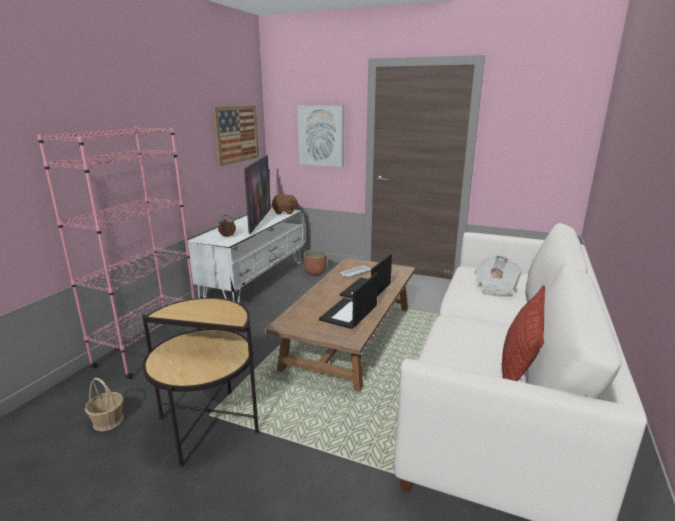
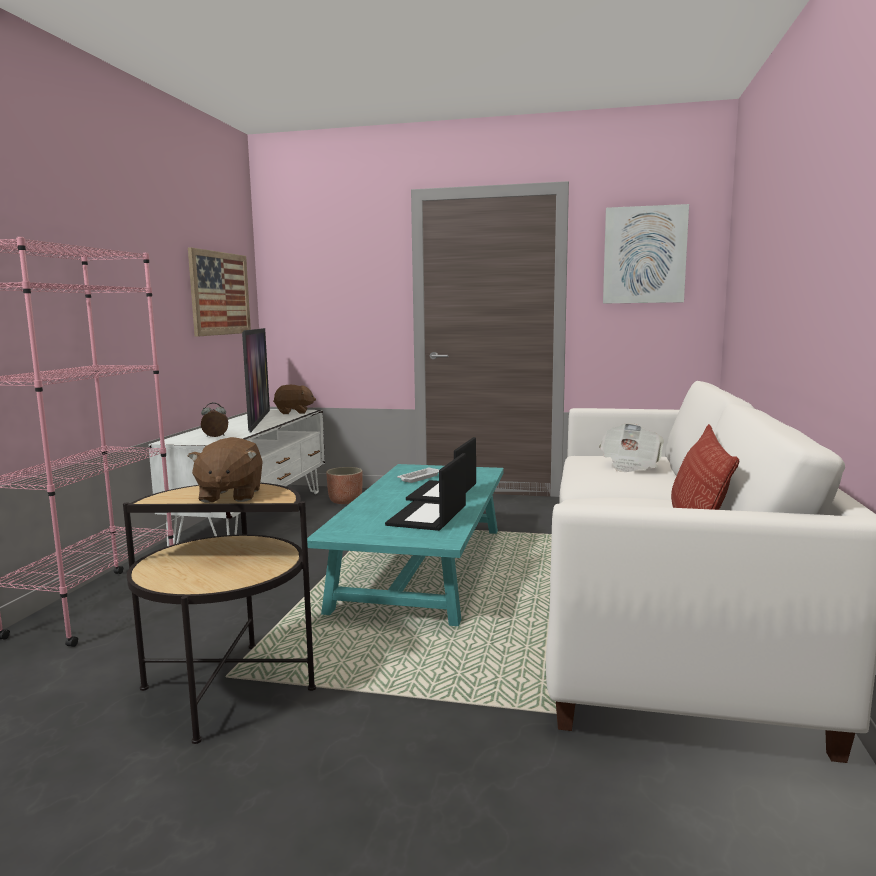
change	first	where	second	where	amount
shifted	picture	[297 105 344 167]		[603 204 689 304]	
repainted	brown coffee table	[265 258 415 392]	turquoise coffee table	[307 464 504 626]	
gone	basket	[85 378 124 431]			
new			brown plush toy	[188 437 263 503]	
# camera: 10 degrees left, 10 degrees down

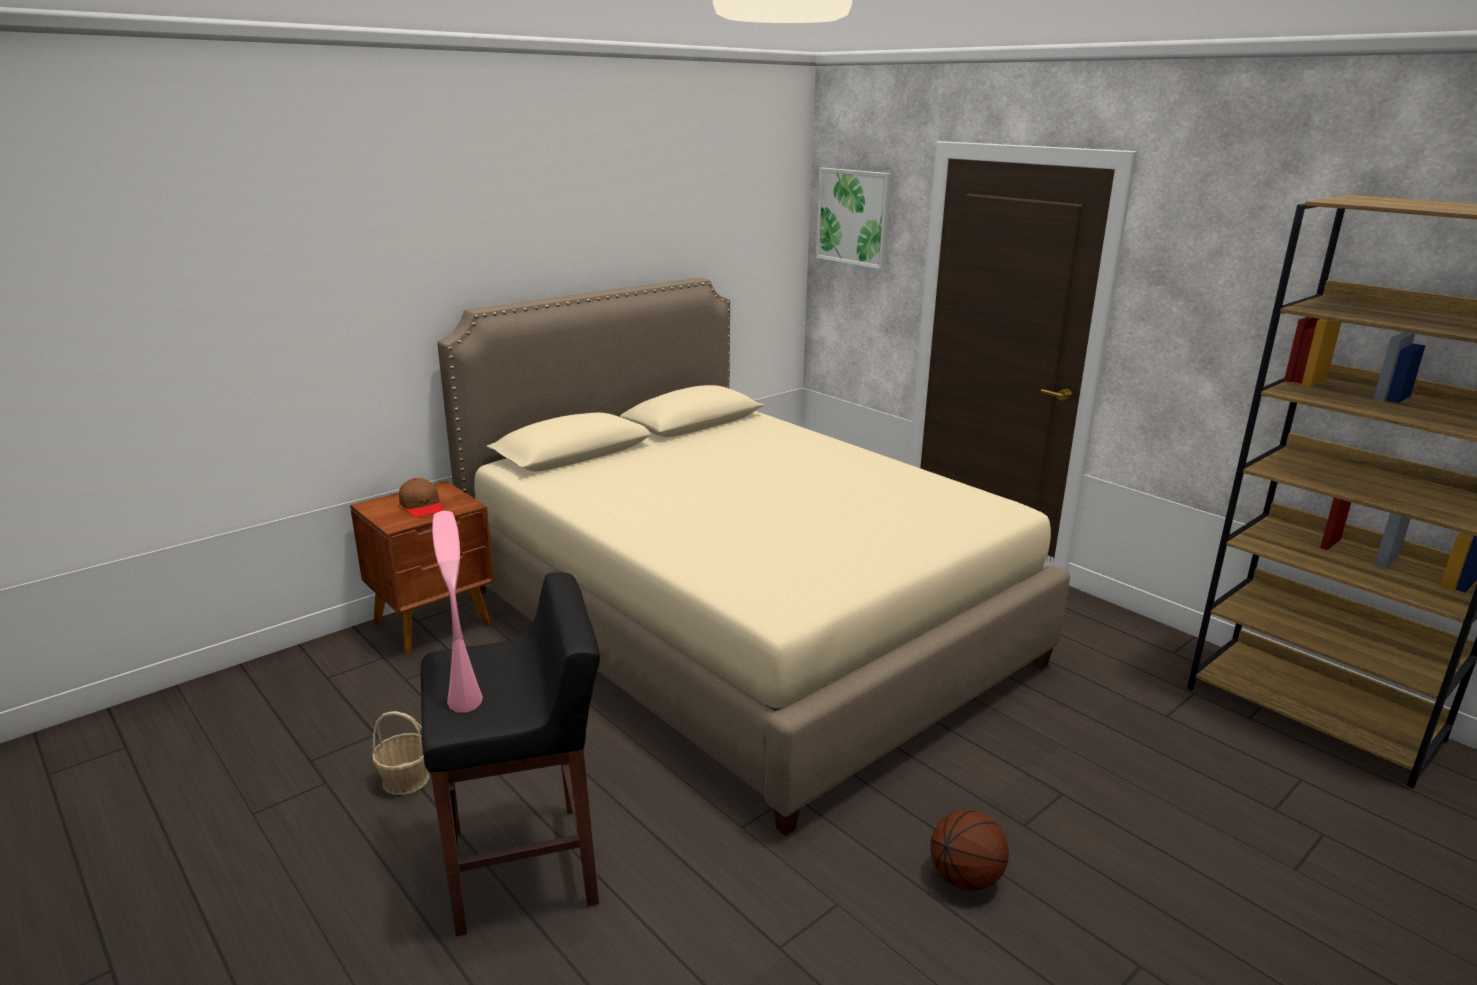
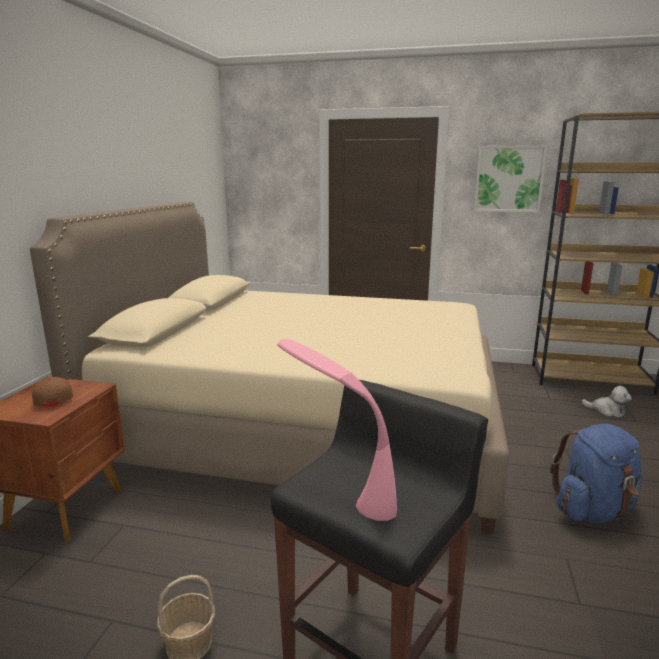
change	first	where	second	where	amount
shifted	picture	[816 168 892 269]		[474 145 548 212]	
rotated	brown cap	[399 478 443 518]		[32 377 73 407]	135 degrees counterclockwise
swapped	basketball	[930 809 1009 891]	blue backpack	[550 424 643 523]	
new			plush toy	[582 386 632 417]	
# camera: 35 degrees left, 5 degrees down

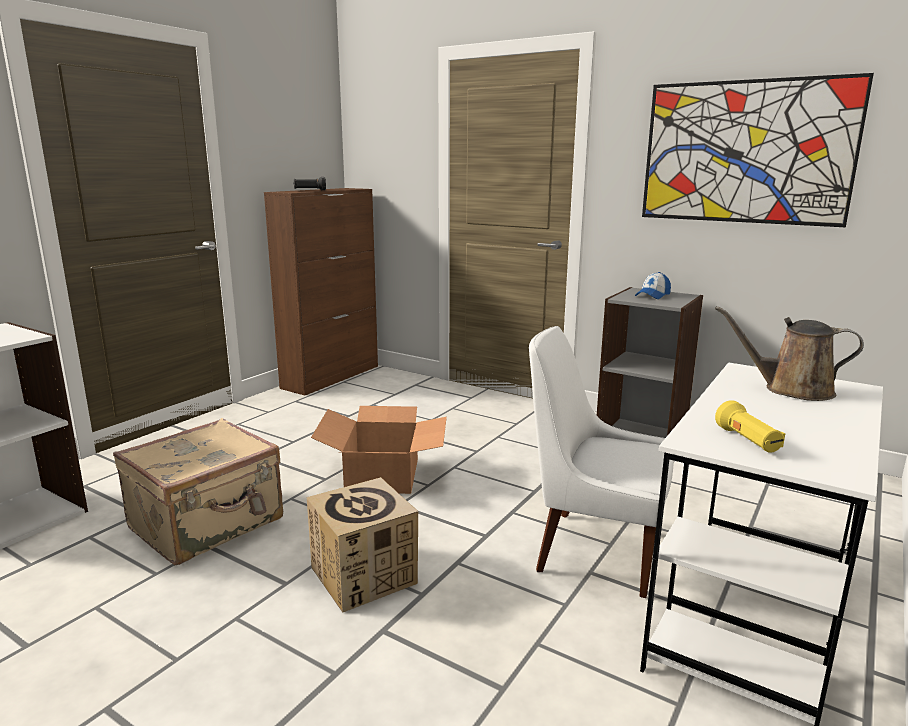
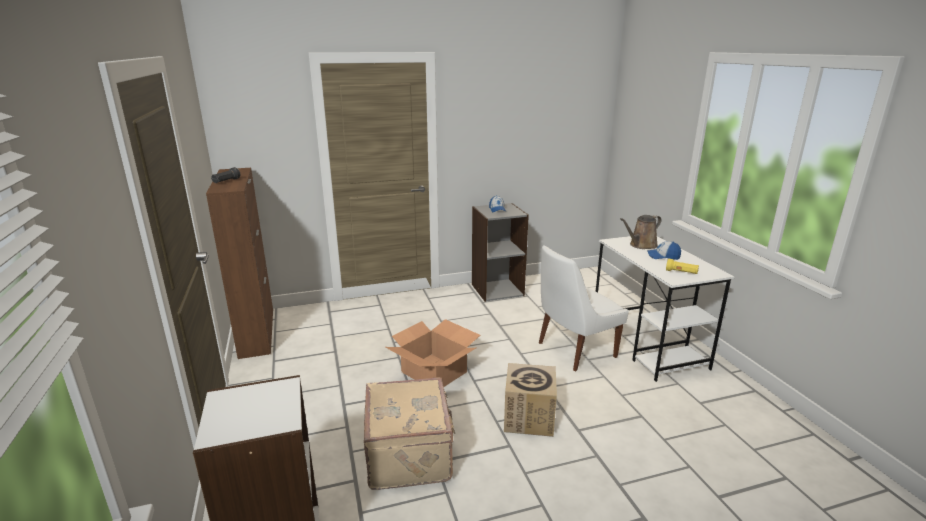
change	first	where	second	where	amount
gone	picture	[642 73 874 227]			
new			cap	[647 241 681 260]	
# camera: 50 degrees left, 5 degrees up

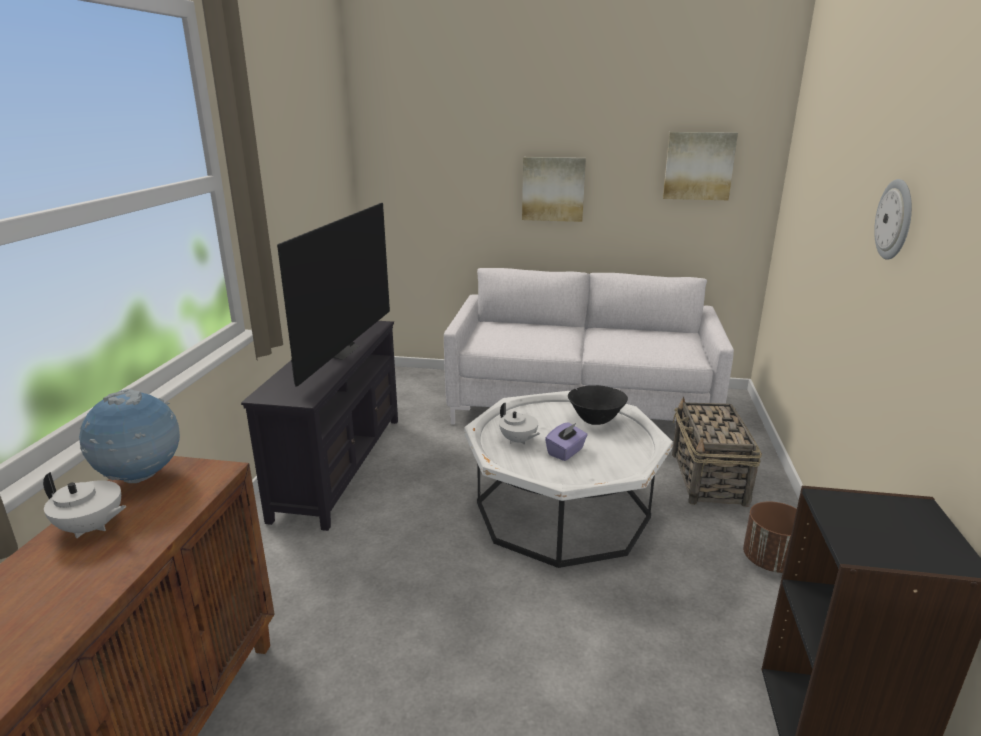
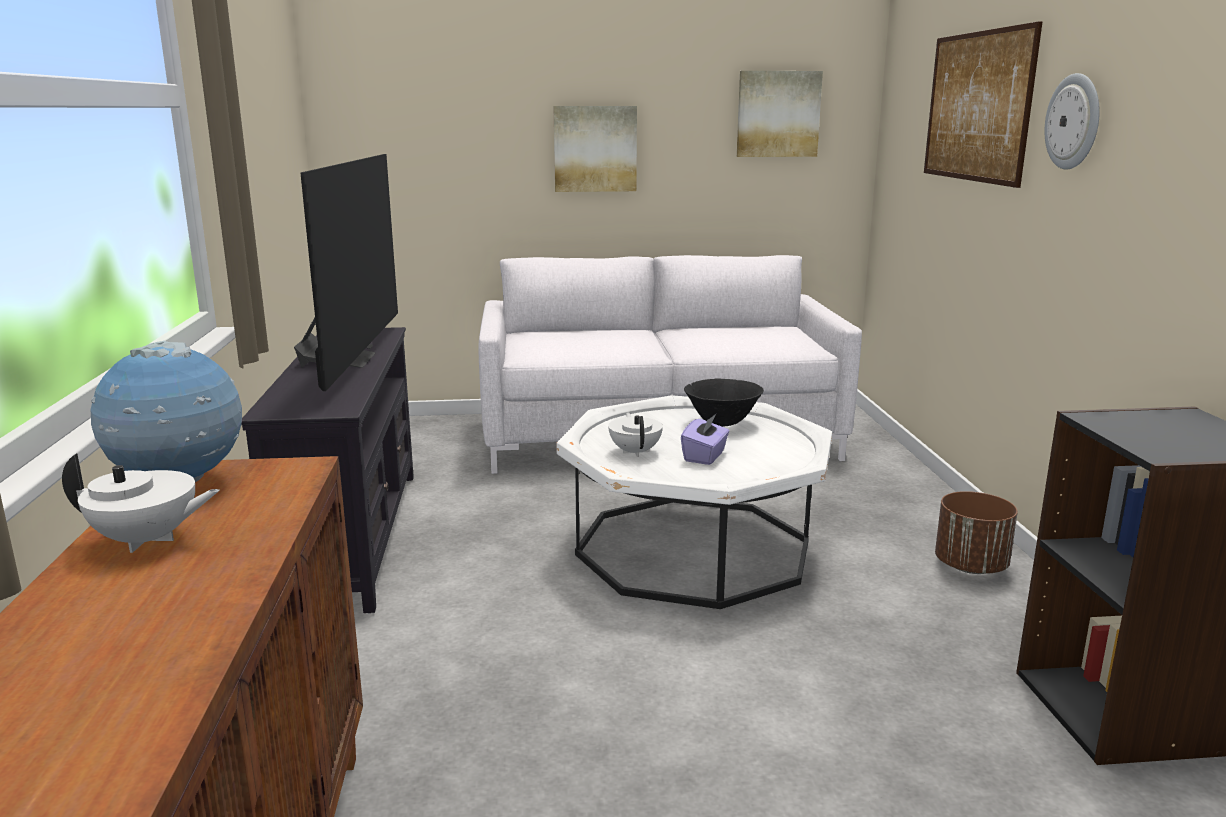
change	first	where	second	where	amount
gone	basket	[672 397 762 507]			
rotated	white teapot	[499 403 540 445]		[608 412 663 457]	135 degrees counterclockwise
new			picture	[924 21 1042 188]	
# camera: 15 degrees left, 5 degrees down

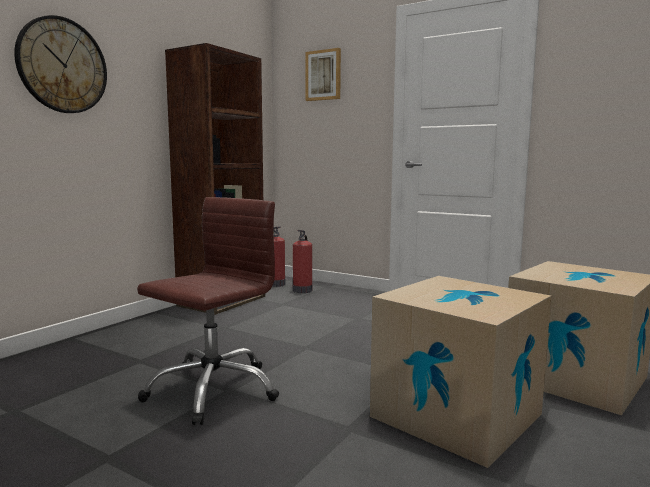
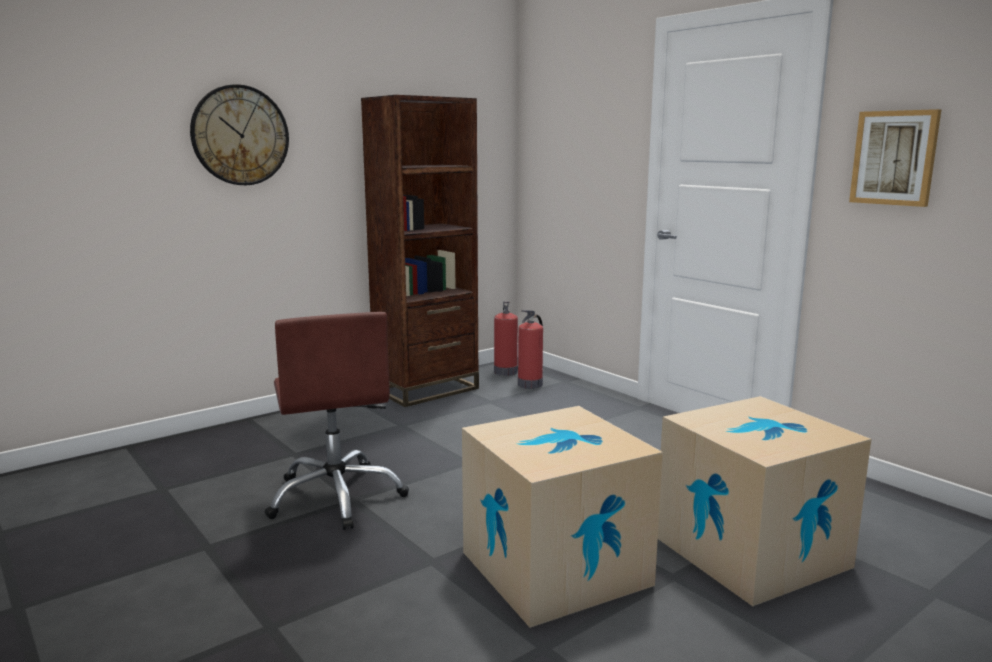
change	first	where	second	where	amount
shifted	picture	[305 48 341 101]		[849 109 941 207]	
rotated	brown office chair	[137 197 279 425]		[265 312 409 530]	105 degrees clockwise
# camera: 20 degrees right, 5 degrees up

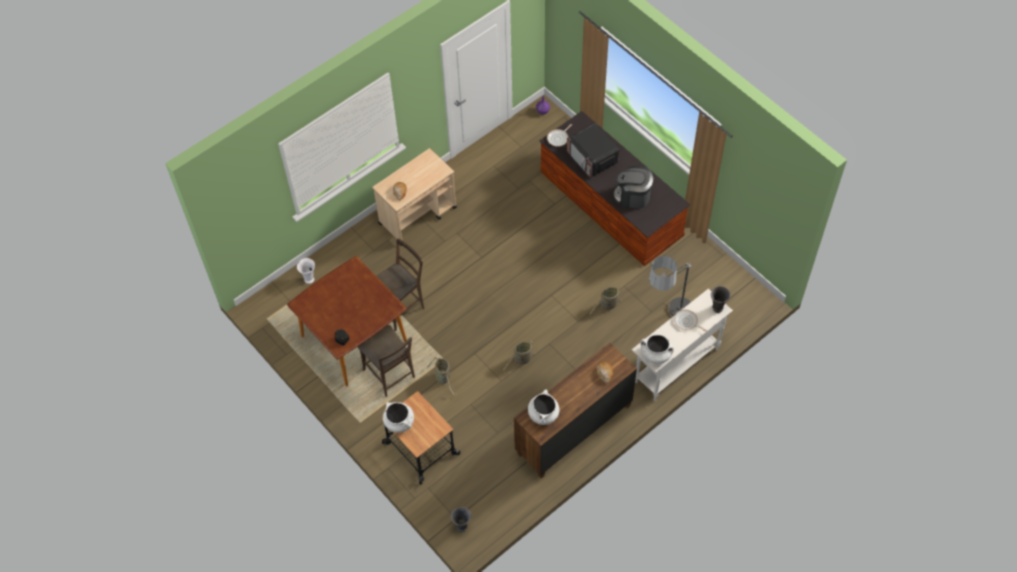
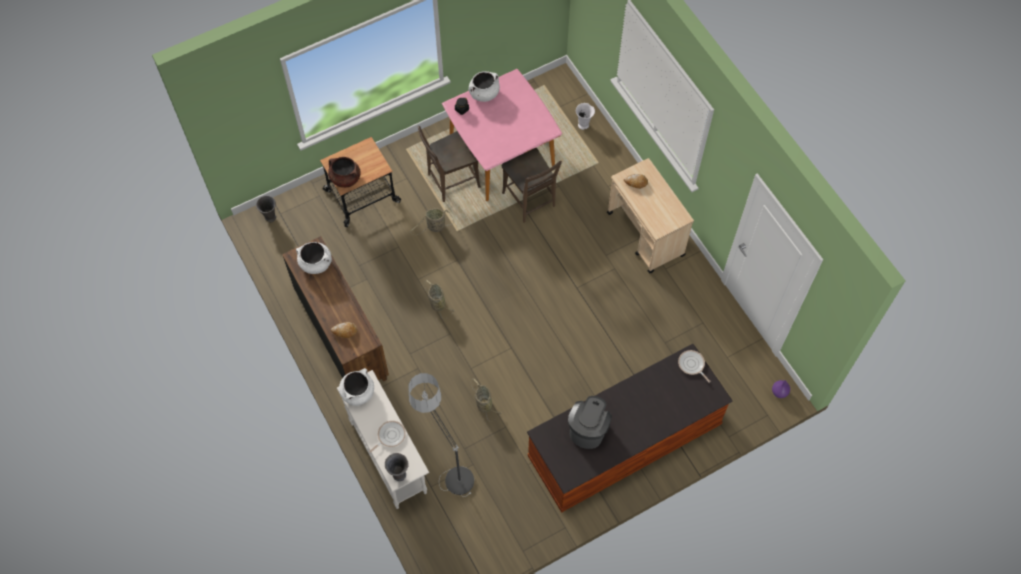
change	first	where	second	where	amount
gone	microwave	[567 123 619 178]			
repainted	brown dining table	[287 256 407 386]	pink dining table	[442 69 562 201]	
shifted	white cooking pot	[383 402 414 433]		[468 71 500 102]	
new			brown cooking pot	[328 157 361 188]	
# camera: 100 degrees right, 5 degrees up

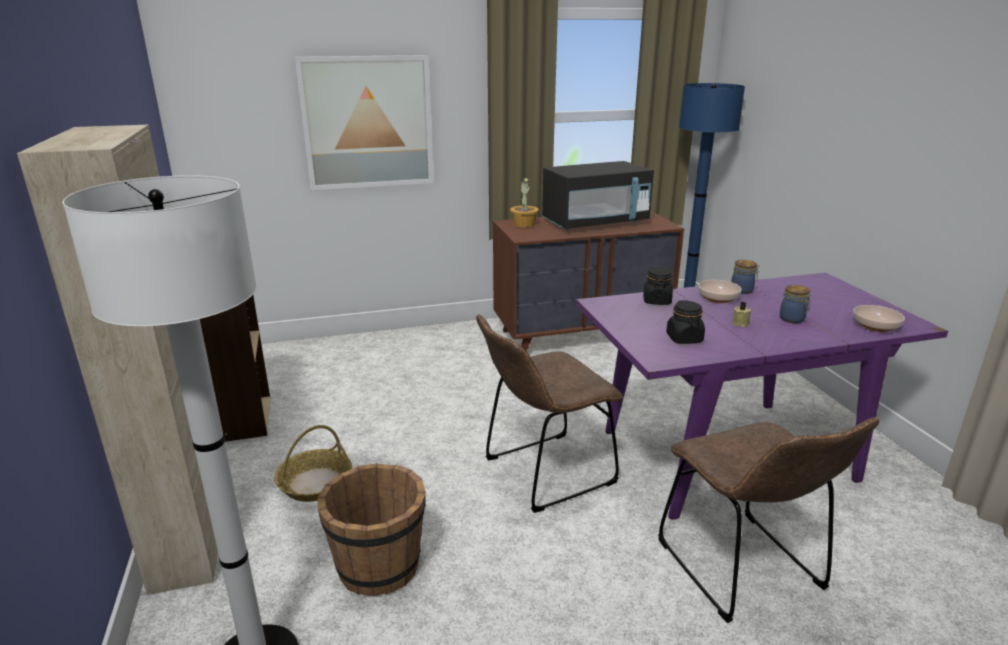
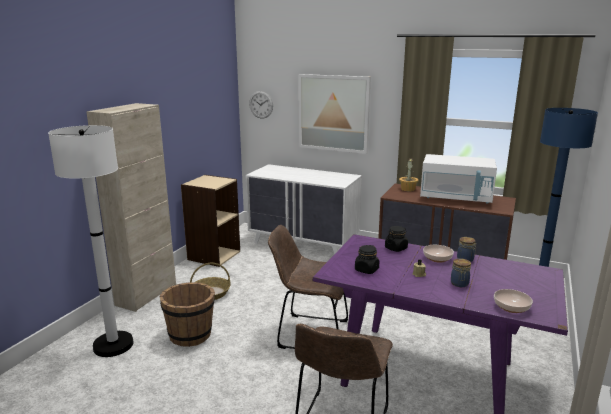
change	first	where	second	where	amount
repainted	black microwave	[542 161 654 230]	white microwave	[420 154 497 204]	
new			wall clock	[249 91 273 119]	
new			white dresser	[245 164 362 254]	
# camera: 40 degrees right, 5 degrees down

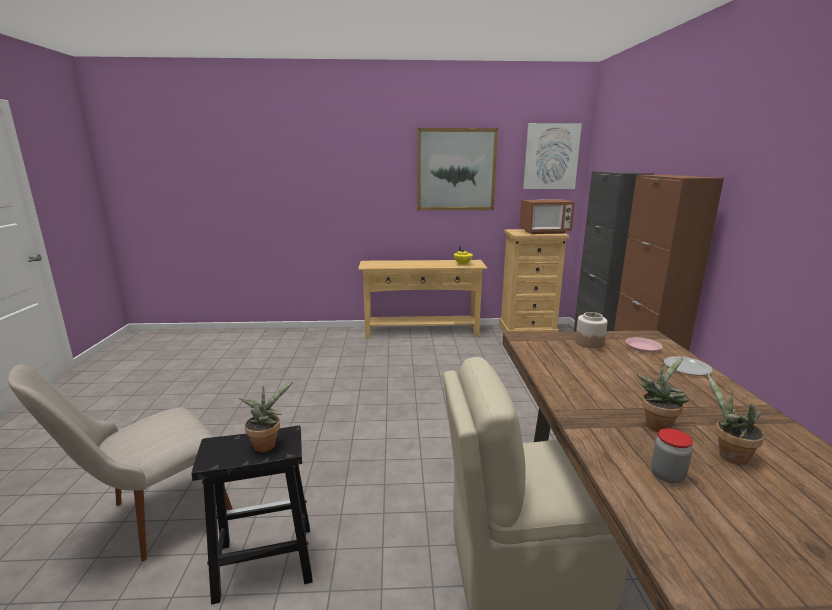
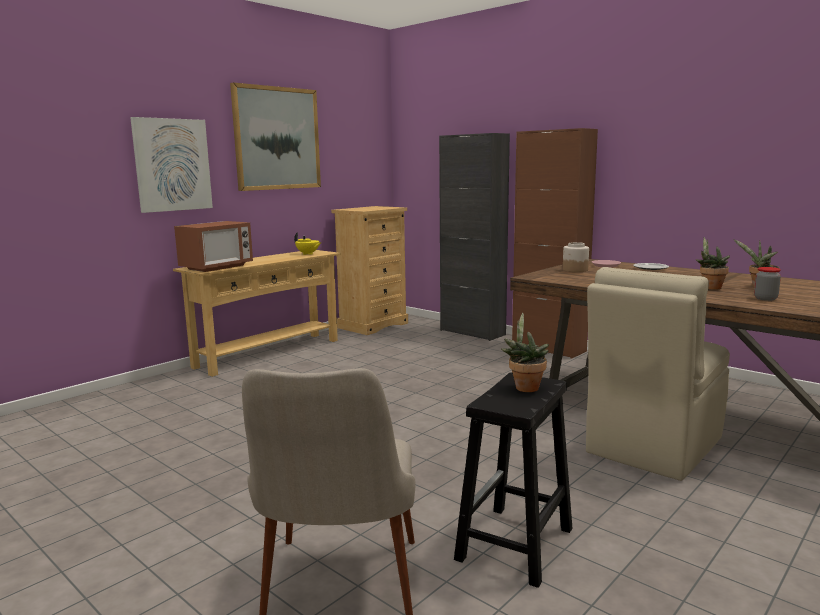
change	first	where	second	where	amount
shifted	picture	[523 123 582 189]		[130 117 213 213]	
shifted	microwave	[519 199 575 234]		[174 221 253 272]	
# camera: 45 degrees left, 5 degrees down

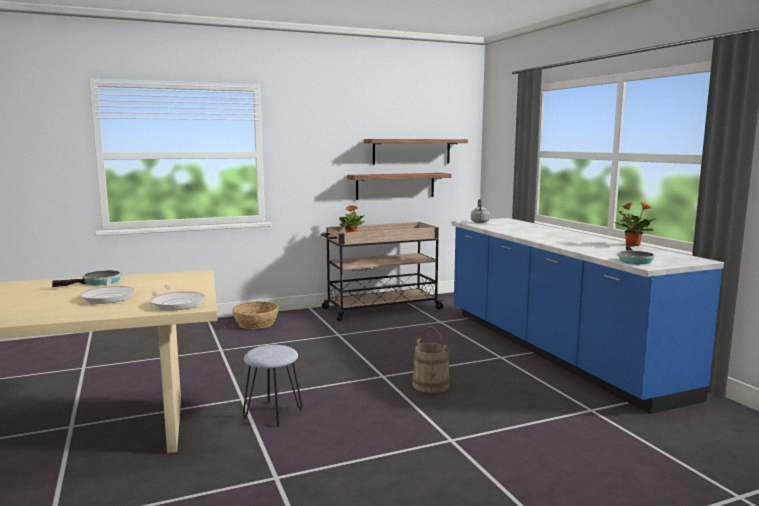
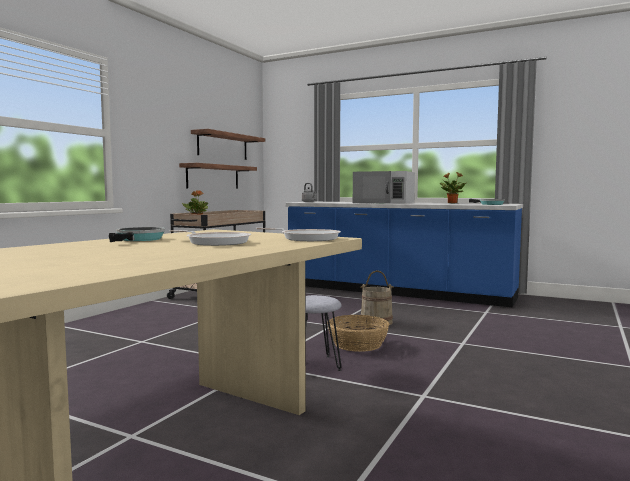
change	first	where	second	where	amount
shifted	basket	[232 301 279 329]		[327 315 389 352]	
new			white microwave	[353 171 415 204]	
# camera: 40 degrees left, 5 degrees down

